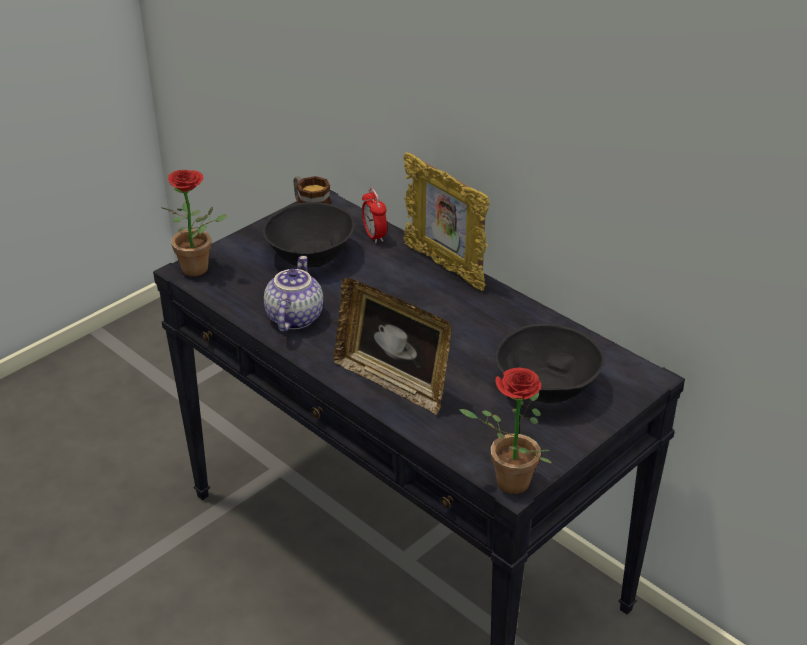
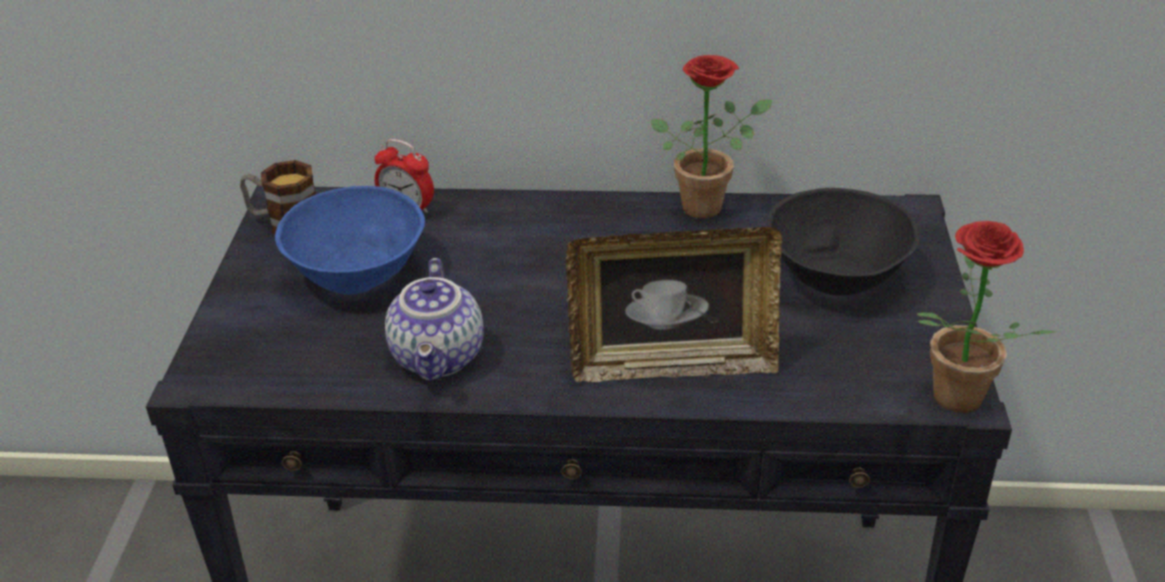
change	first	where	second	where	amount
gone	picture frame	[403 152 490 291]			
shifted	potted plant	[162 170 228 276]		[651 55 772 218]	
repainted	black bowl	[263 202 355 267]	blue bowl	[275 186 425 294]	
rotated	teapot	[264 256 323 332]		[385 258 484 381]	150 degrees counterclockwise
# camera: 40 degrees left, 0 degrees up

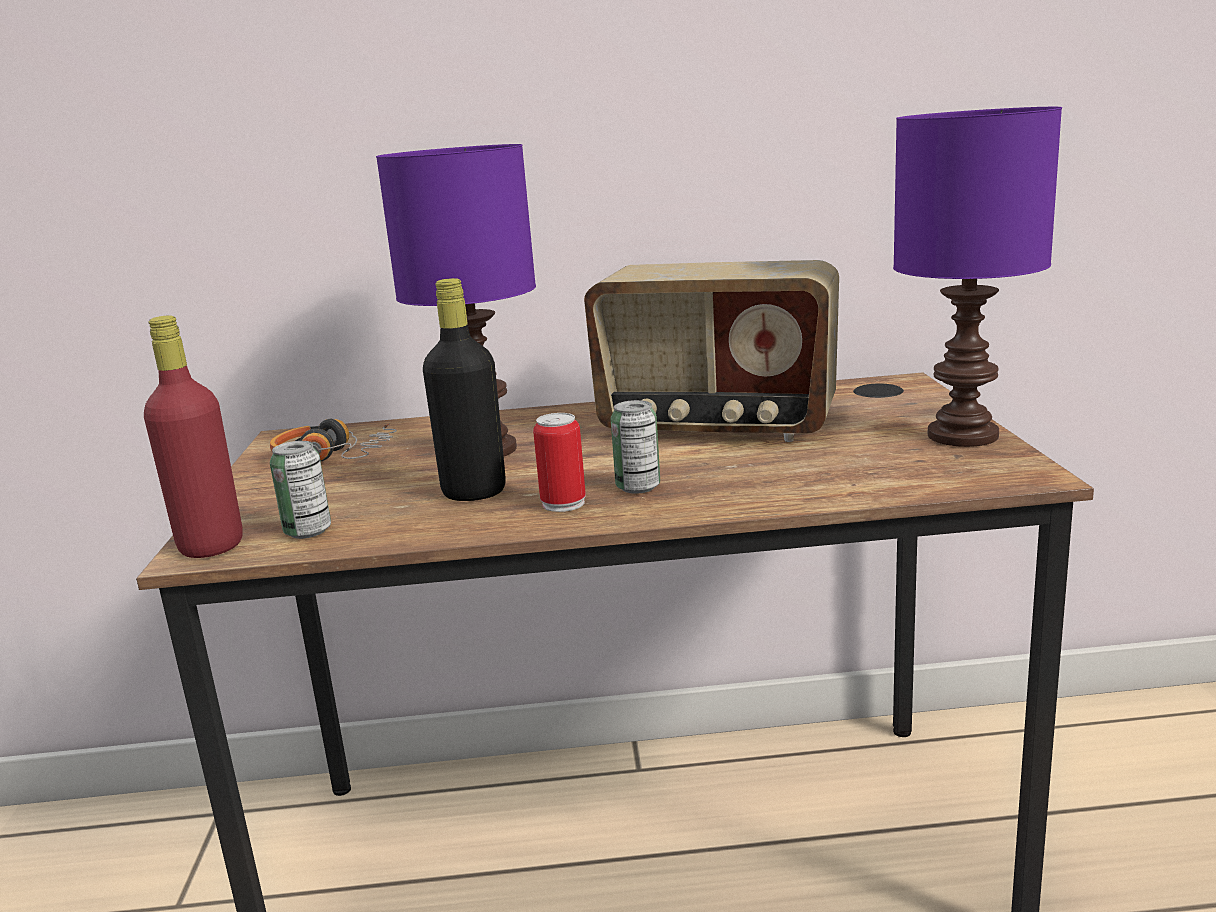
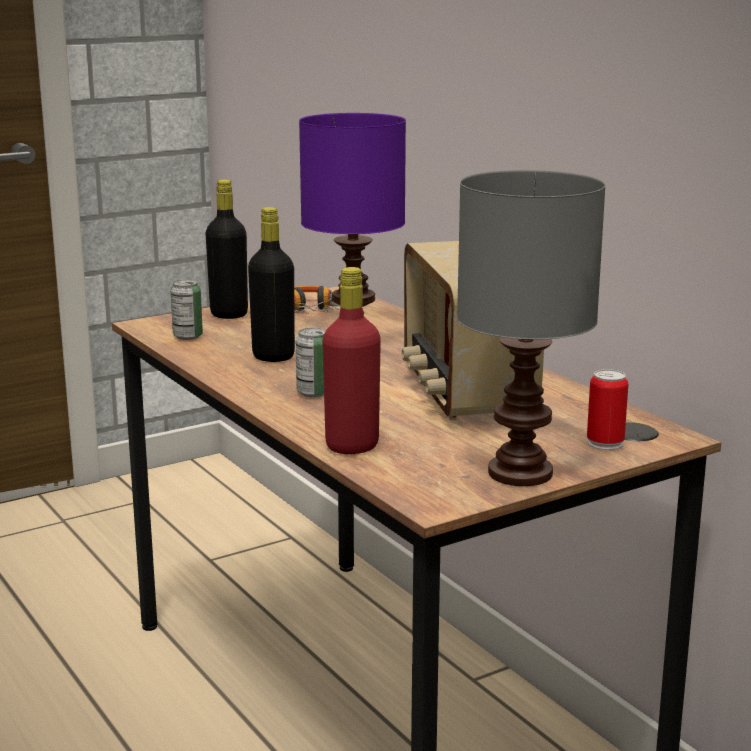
change	first	where	second	where	amount
repainted	purple table lamp	[893 107 1062 447]	grey table lamp	[457 170 606 486]	
shifted	red bottle	[144 315 243 558]		[322 267 381 454]	
shifted	can	[533 413 586 512]		[587 369 628 450]	
new			black bottle	[205 179 248 319]	
# camera: 60 degrees right, 0 degrees up

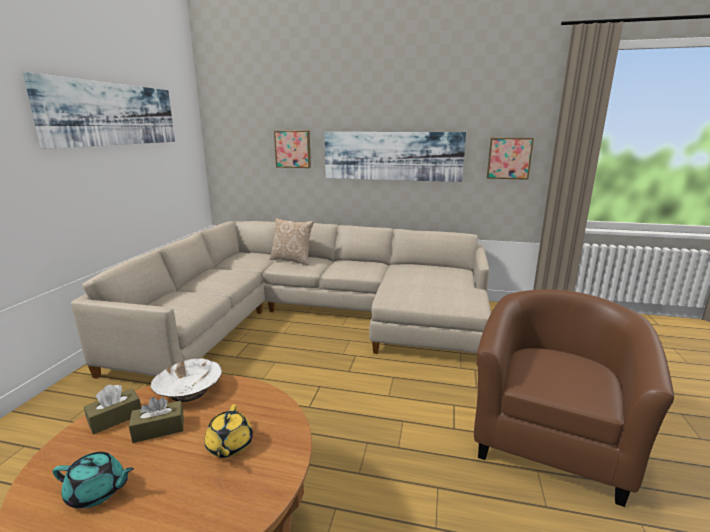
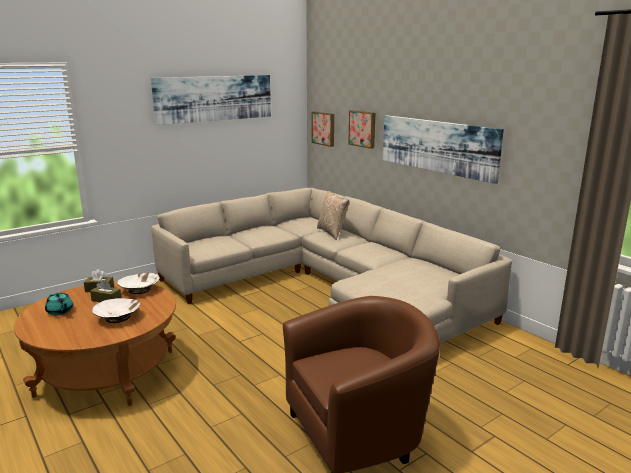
change	first	where	second	where	amount
shifted	picture	[487 138 534 180]		[312 112 334 147]	
swapped	yellow teapot	[205 404 253 458]	white bowl	[92 298 140 323]	
# camera: 40 degrees right, 0 degrees up

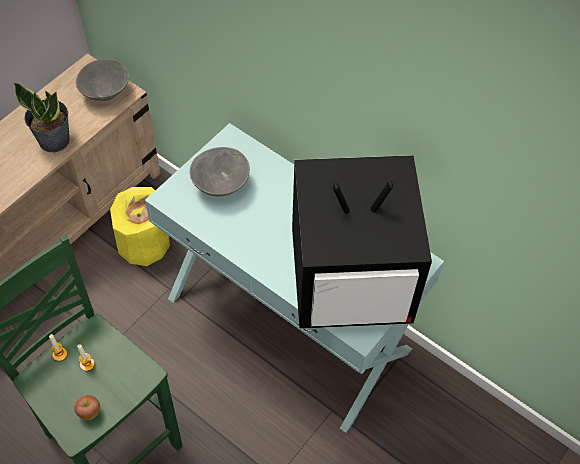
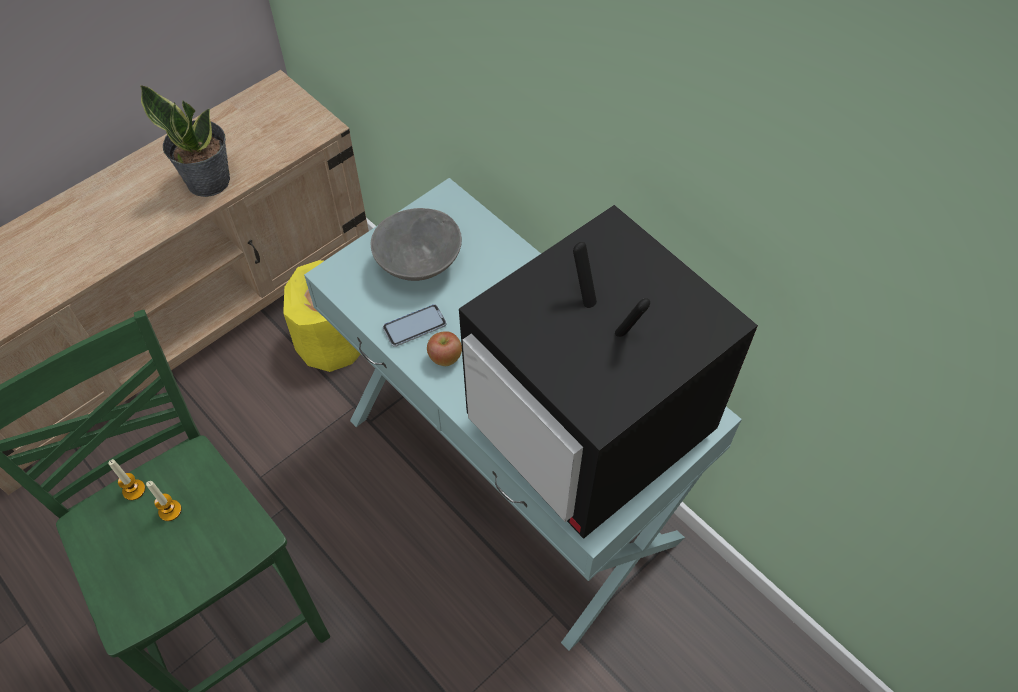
change	first	where	second	where	amount
gone	grey bowl	[76 59 129 101]			
rotated	television	[292 155 432 329]		[459 205 758 539]	45 degrees clockwise
shifted	apple	[74 395 100 420]		[427 331 462 366]	
new			phone	[383 304 447 347]	
# camera: 10 degrees right, 0 degrees up

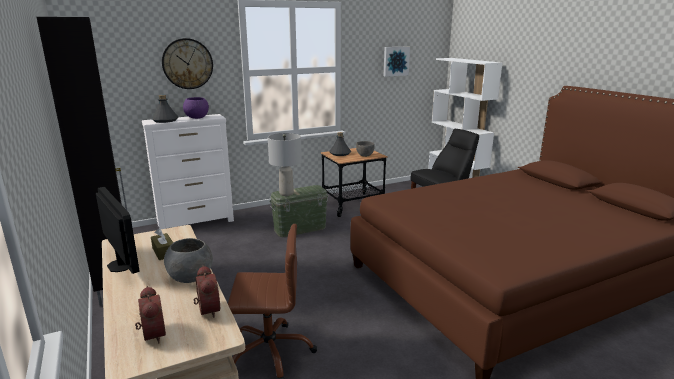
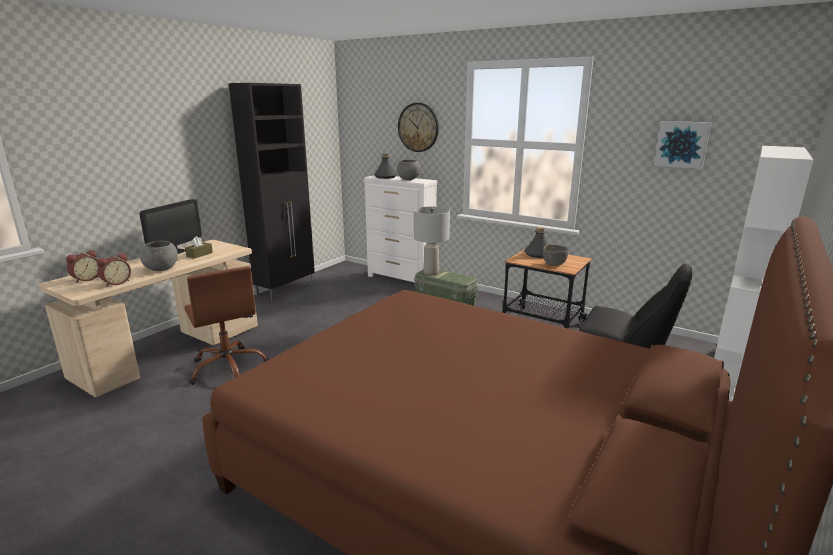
change	first	where	second	where	amount
repainted	purple bowl	[183 97 209 119]	grey bowl	[397 160 421 180]	
# camera: 60 degrees right, 0 degrees up

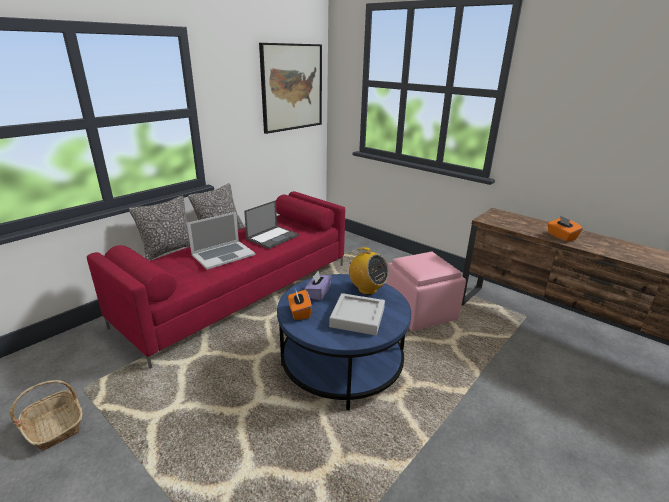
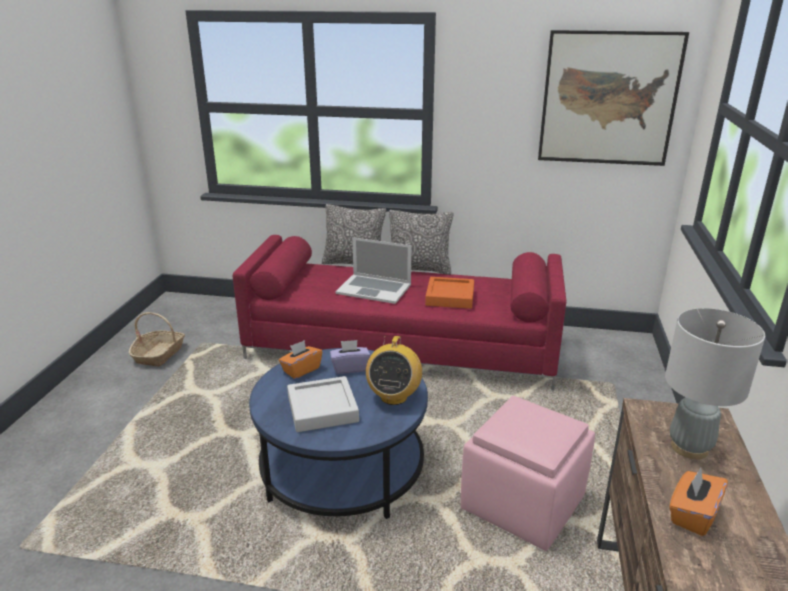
change	first	where	second	where	amount
swapped	laptop	[244 200 299 249]	orange tray	[425 277 474 309]	
new			grey table lamp	[665 308 765 459]	
# camera: 60 degrees right, 0 degrees up

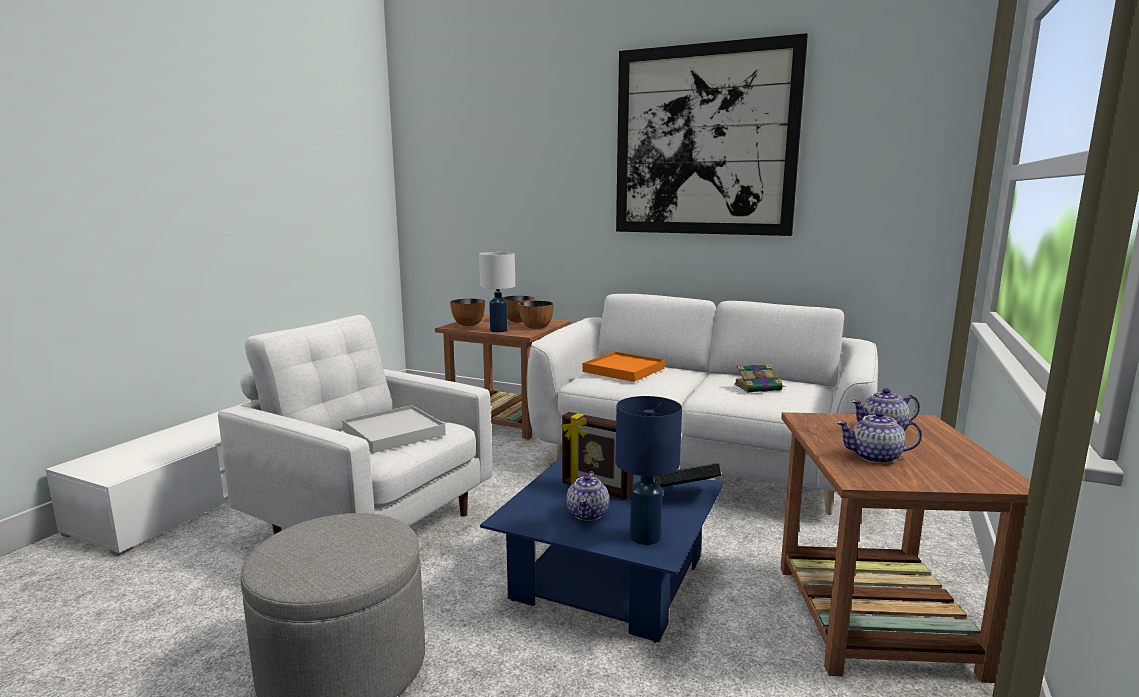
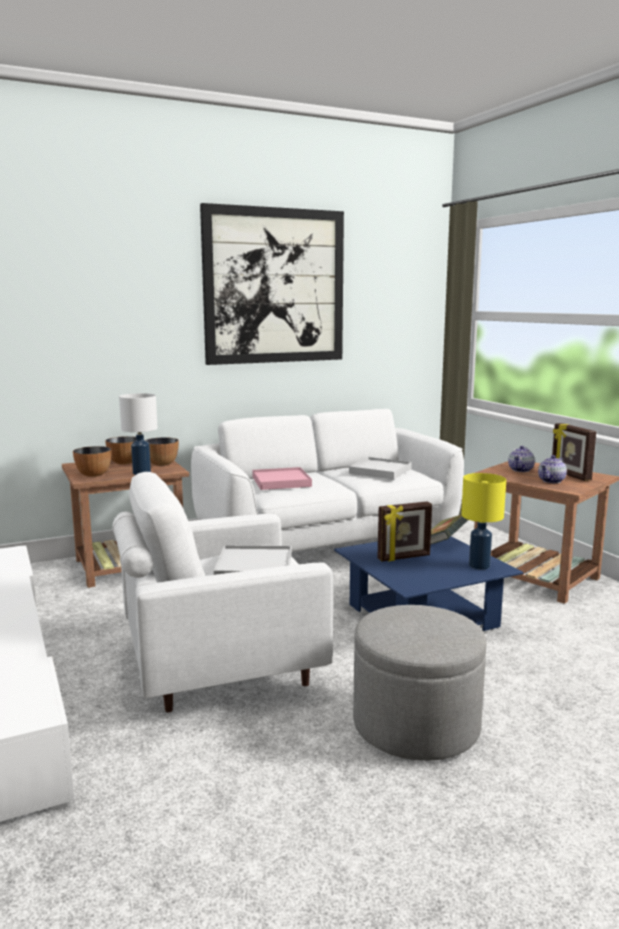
change	first	where	second	where	amount
repainted	orange tray	[583 352 665 382]	pink tray	[252 467 312 490]	
swapped	book	[734 364 785 393]	white tray	[349 457 412 479]	
repainted	blue table lamp	[616 396 682 545]	yellow table lamp	[461 473 506 570]	
gone	teapot	[566 471 609 521]			
new			picture frame	[552 423 596 481]	
# camera: 50 degrees left, 0 degrees up

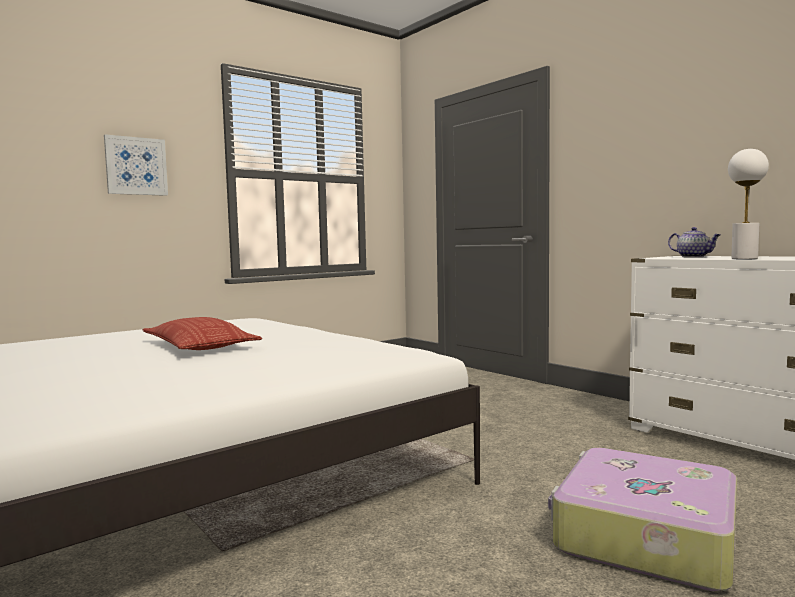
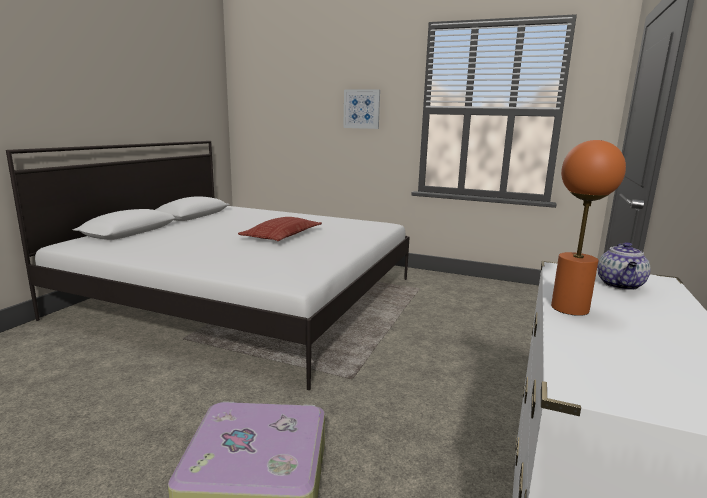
change	first	where	second	where	amount
repainted	white table lamp	[728 149 769 259]	orange table lamp	[551 140 626 316]	
# camera: 60 degrees right, 10 degrees up

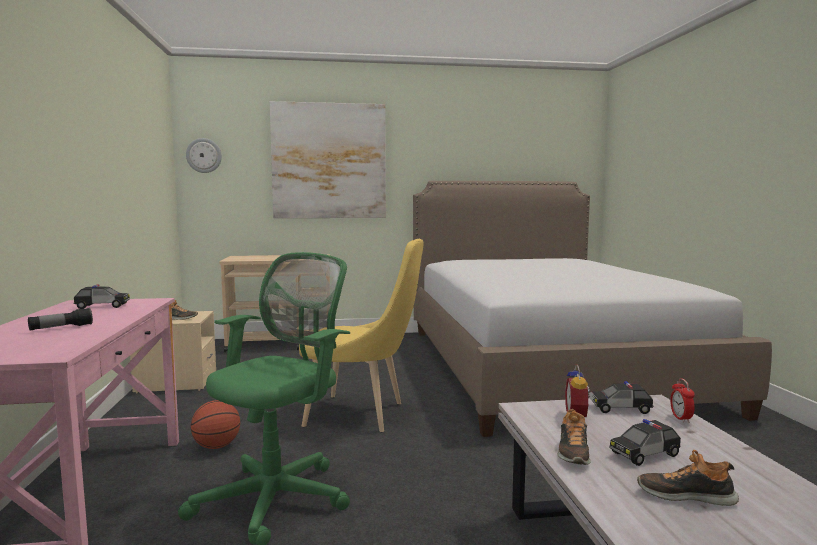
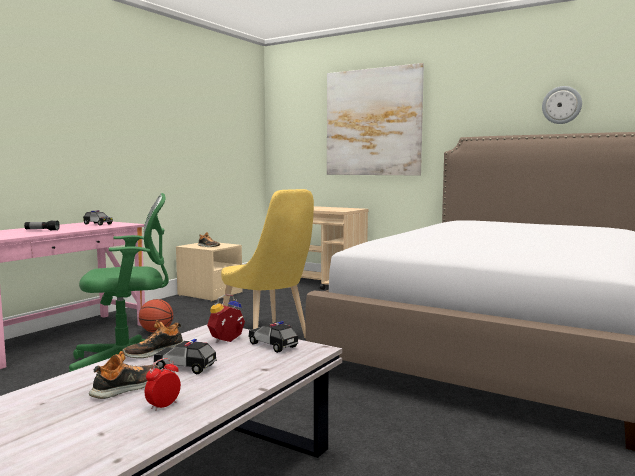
change	first	where	second	where	amount
shifted	wall clock	[186 138 222 173]		[542 86 582 124]	
shifted	alarm clock	[670 379 695 423]		[145 358 181 411]	
rotated	shoe	[637 450 739 506]		[89 351 160 399]	75 degrees clockwise
# camera: 40 degrees right, 0 degrees up

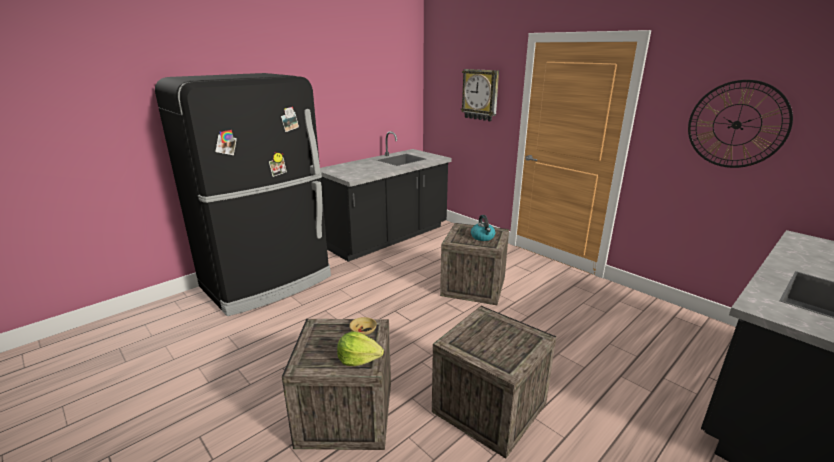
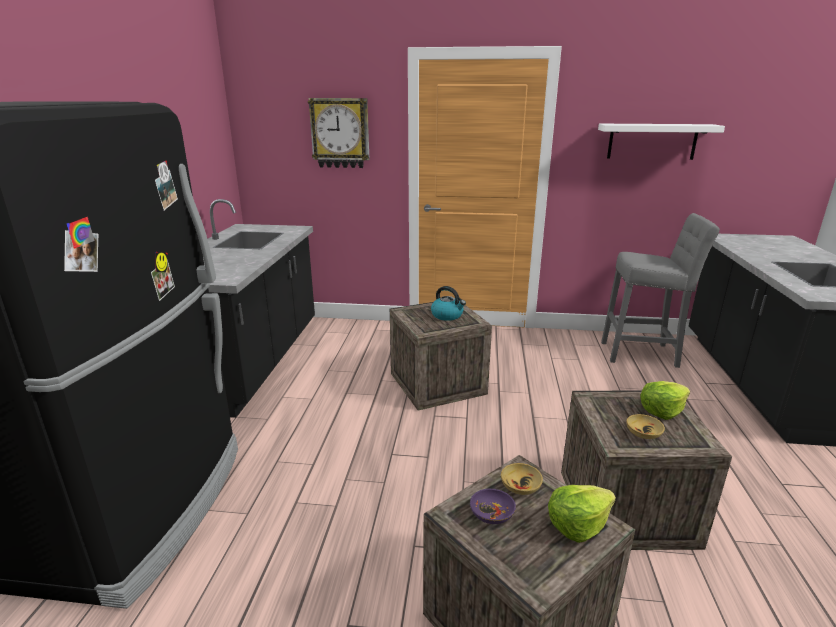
change	first	where	second	where	amount
swapped	wall clock	[688 80 793 168]	white shelf	[598 124 725 160]	
new			grey stool	[601 213 720 368]	
new			lettuce	[640 381 690 420]	
new			beige bowl	[626 414 665 439]	
new			purple bowl	[470 488 516 524]	
# camera: 40 degrees left, 0 degrees up

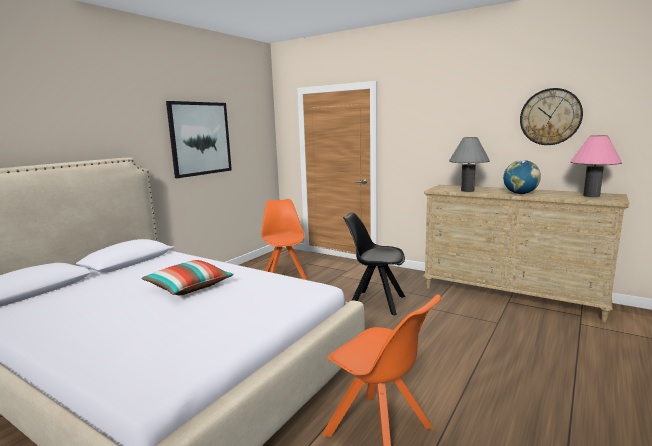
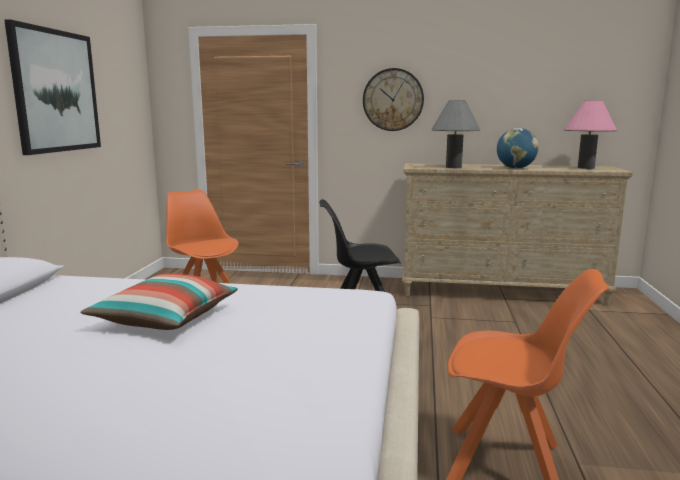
change	first	where	second	where	amount
shifted	wall clock	[520 88 583 145]		[363 68 424 131]	
# camera: 25 degrees left, 0 degrees up

